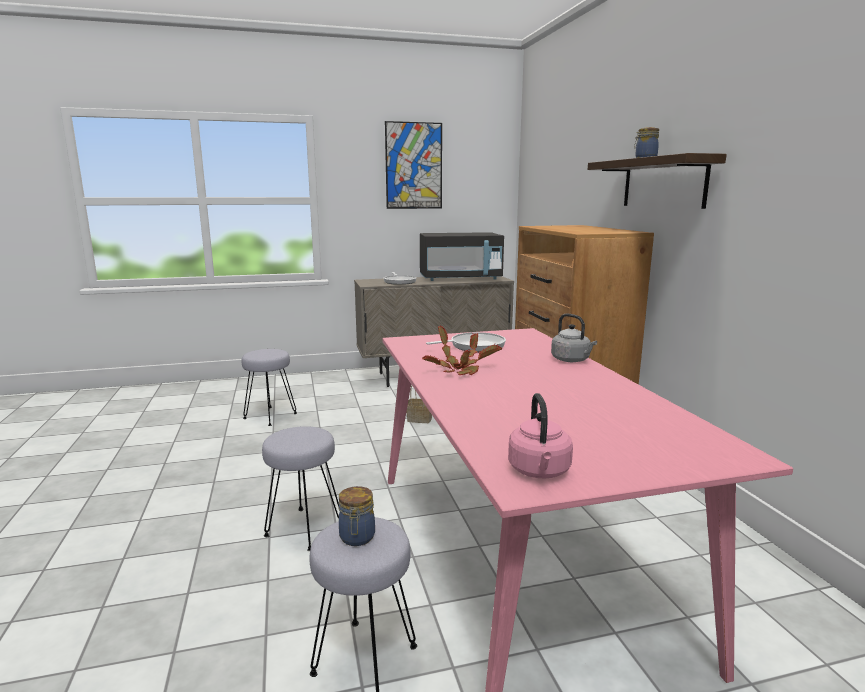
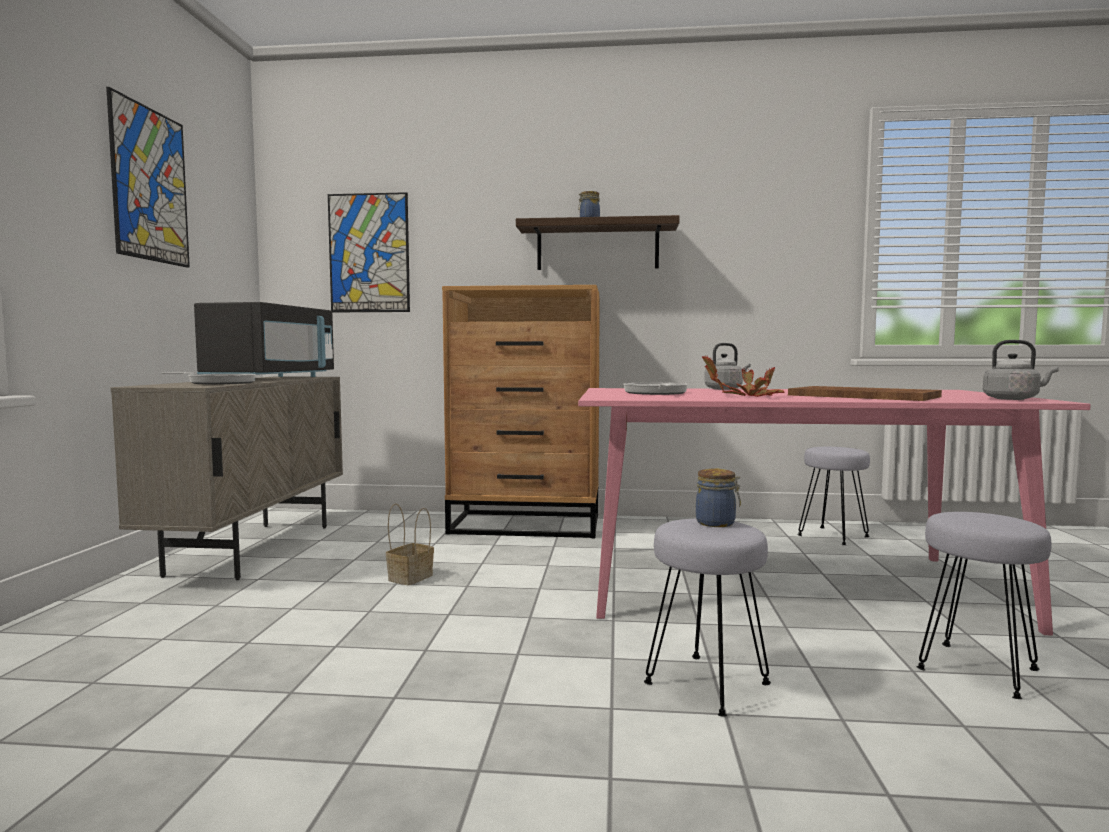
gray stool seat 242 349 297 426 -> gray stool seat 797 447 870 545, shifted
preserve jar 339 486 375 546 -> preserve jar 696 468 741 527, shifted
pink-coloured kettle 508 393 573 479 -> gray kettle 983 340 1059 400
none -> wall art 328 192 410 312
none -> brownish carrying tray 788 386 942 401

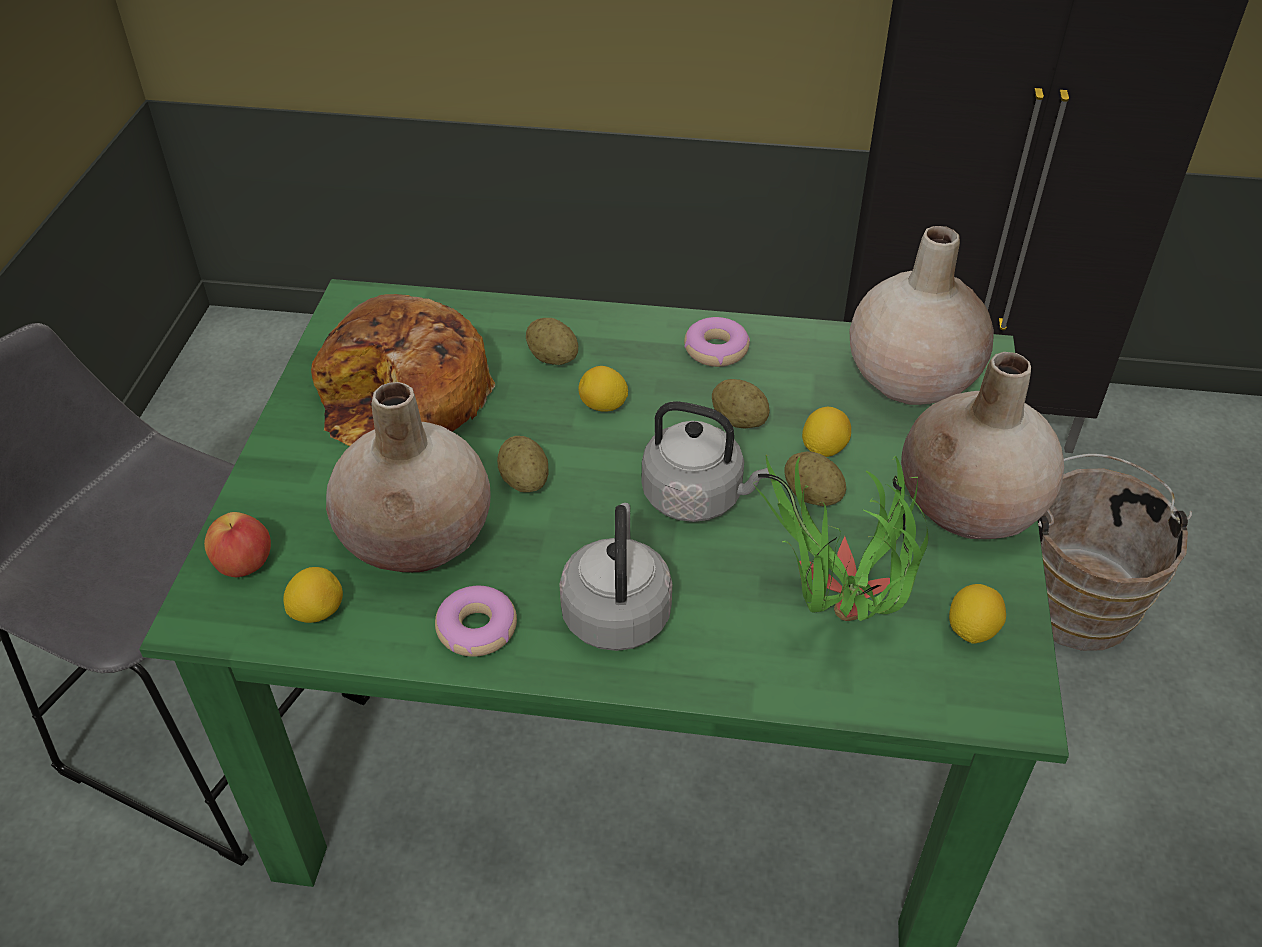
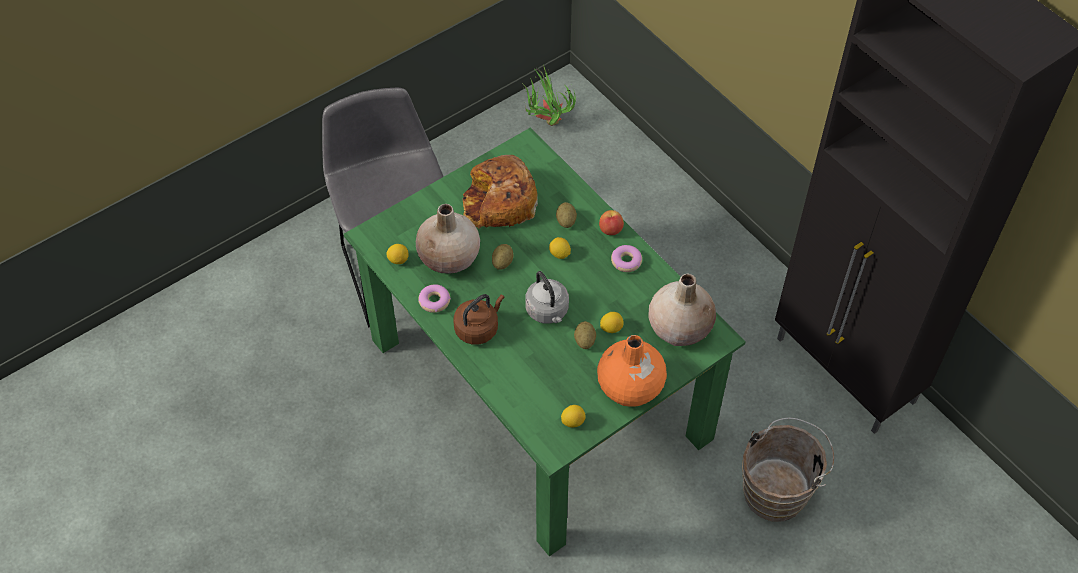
whole apple 204 512 271 577 -> whole apple 599 210 624 235, shifted
gray kettle 559 503 672 651 -> brownish kettle 454 294 504 345
spud 712 379 770 429 -> none
plant in a pot 753 455 928 621 -> plant in a pot 523 65 576 126, shifted
beige flower vase 901 352 1064 539 -> orange flower vase 597 335 667 407

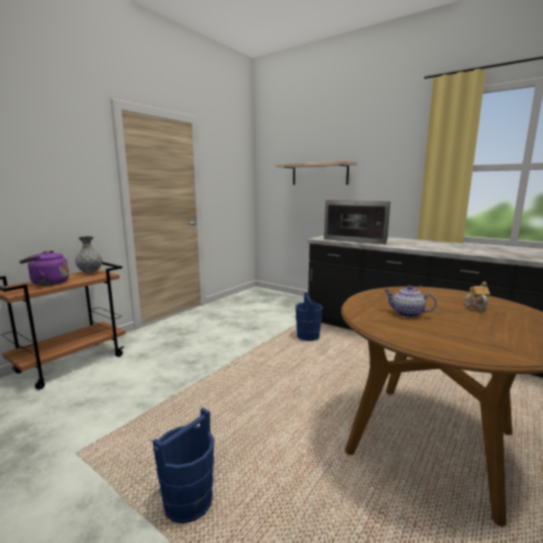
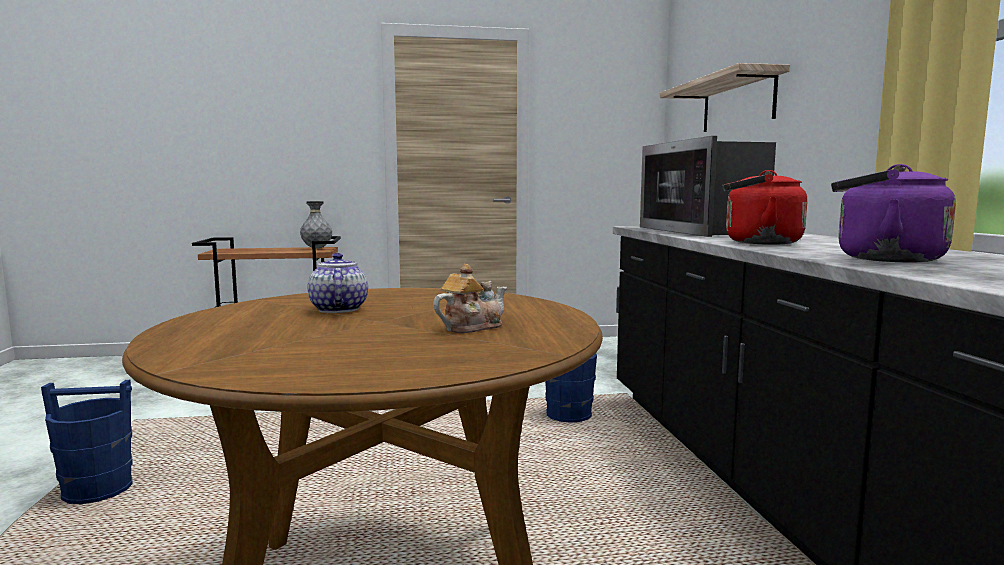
purple kettle 19 251 69 286 -> purple kettle 831 164 956 262, shifted
none -> reddish kettle 722 170 807 245

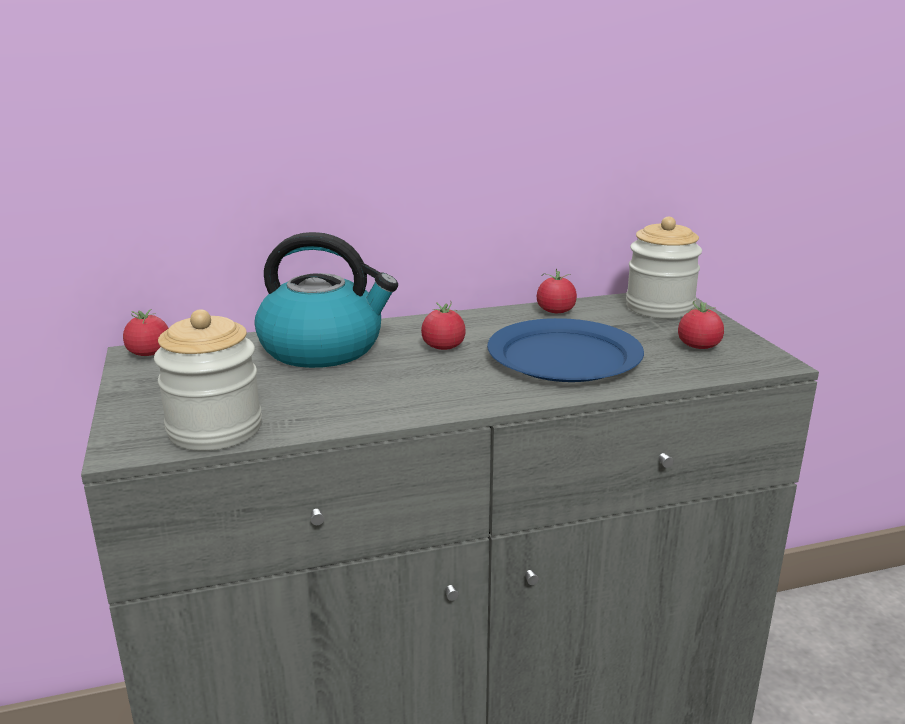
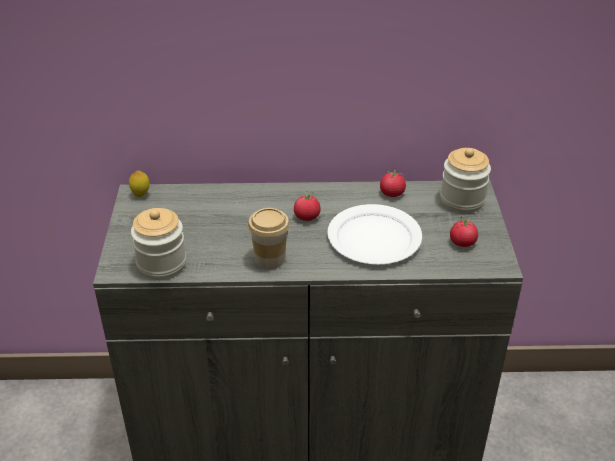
fresh tomato 123 309 169 356 -> lemon 129 170 150 197
kettle 255 232 398 368 -> none
bluish dinner plate 487 318 644 382 -> white-coloured dinner plate 327 204 422 264
none -> small cup 248 208 289 269

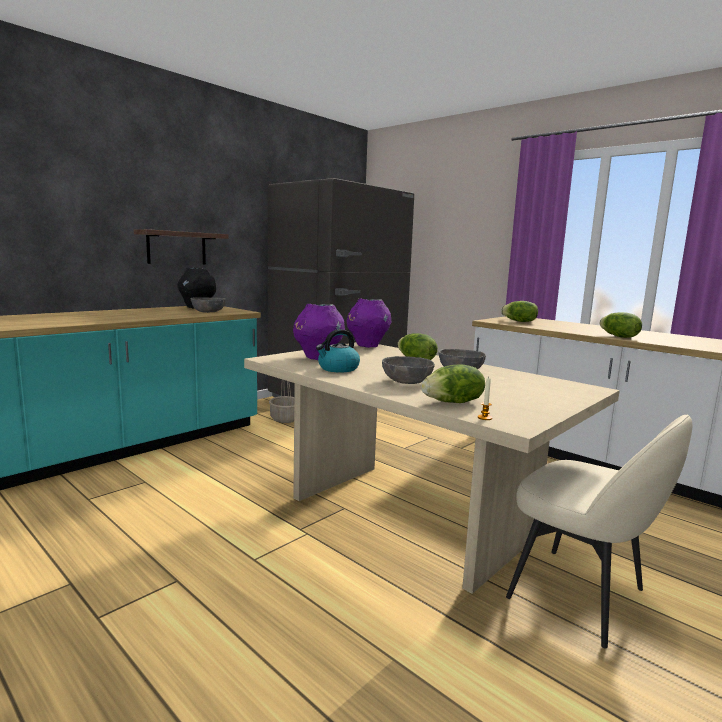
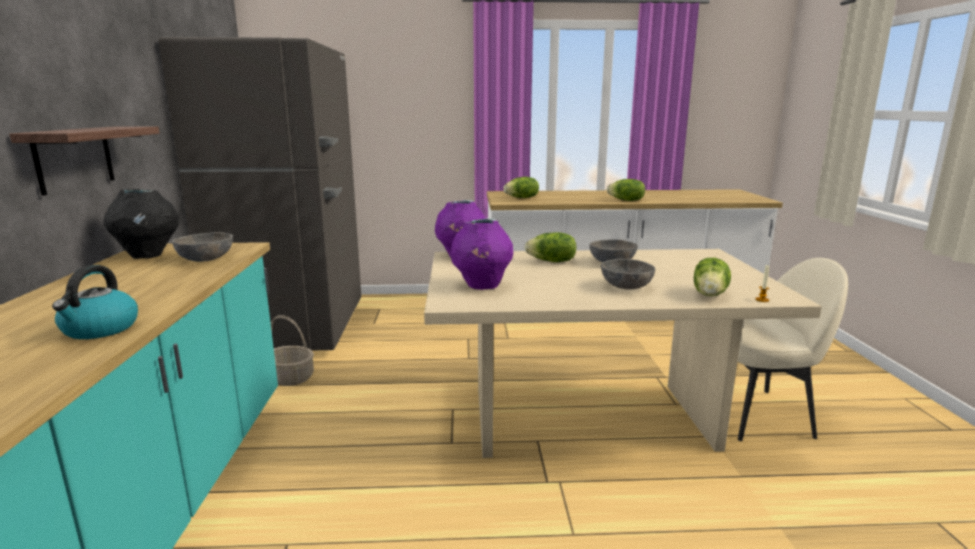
kettle 316 329 360 373 -> kettle 52 265 138 339, shifted

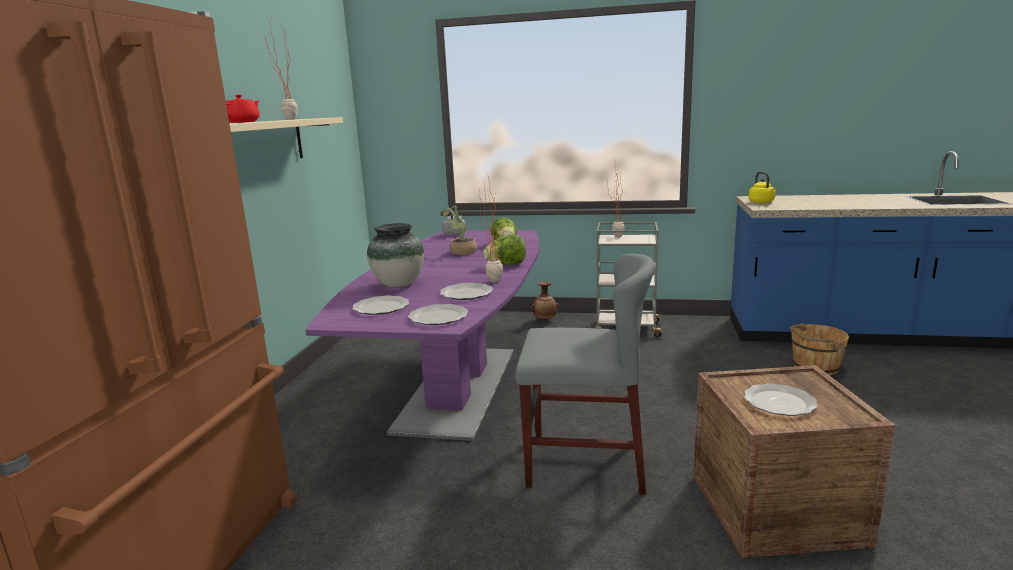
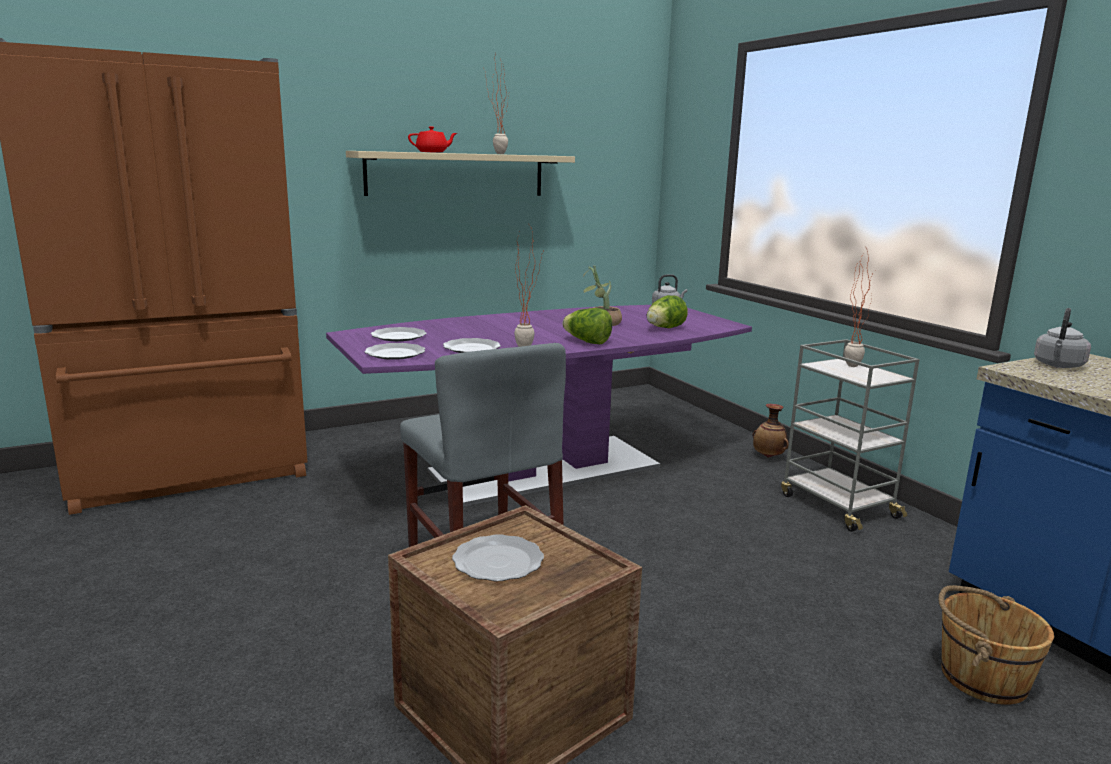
flower vase 367 223 424 287 -> none
yellow kettle 749 172 776 203 -> gray kettle 1034 308 1091 368

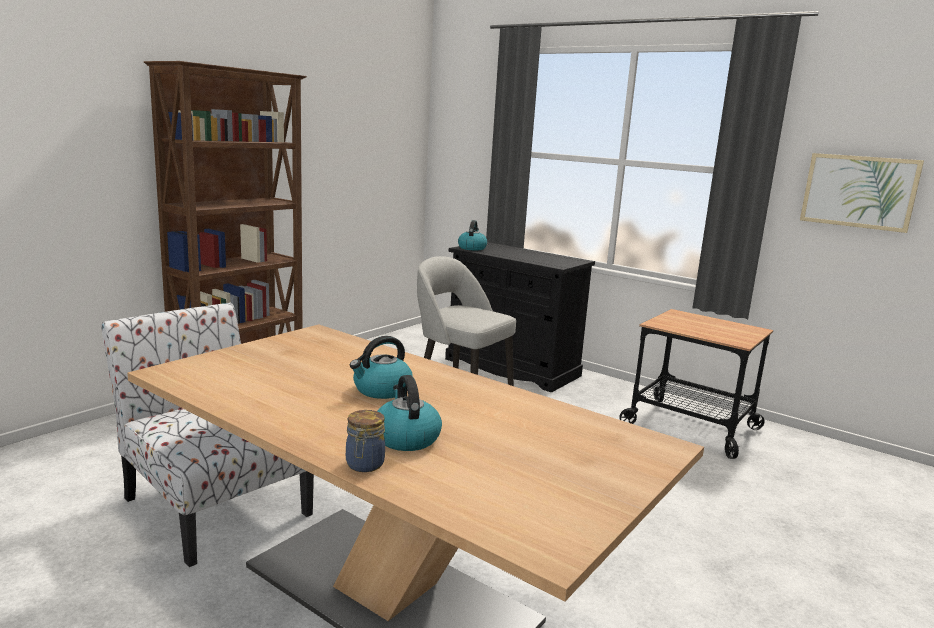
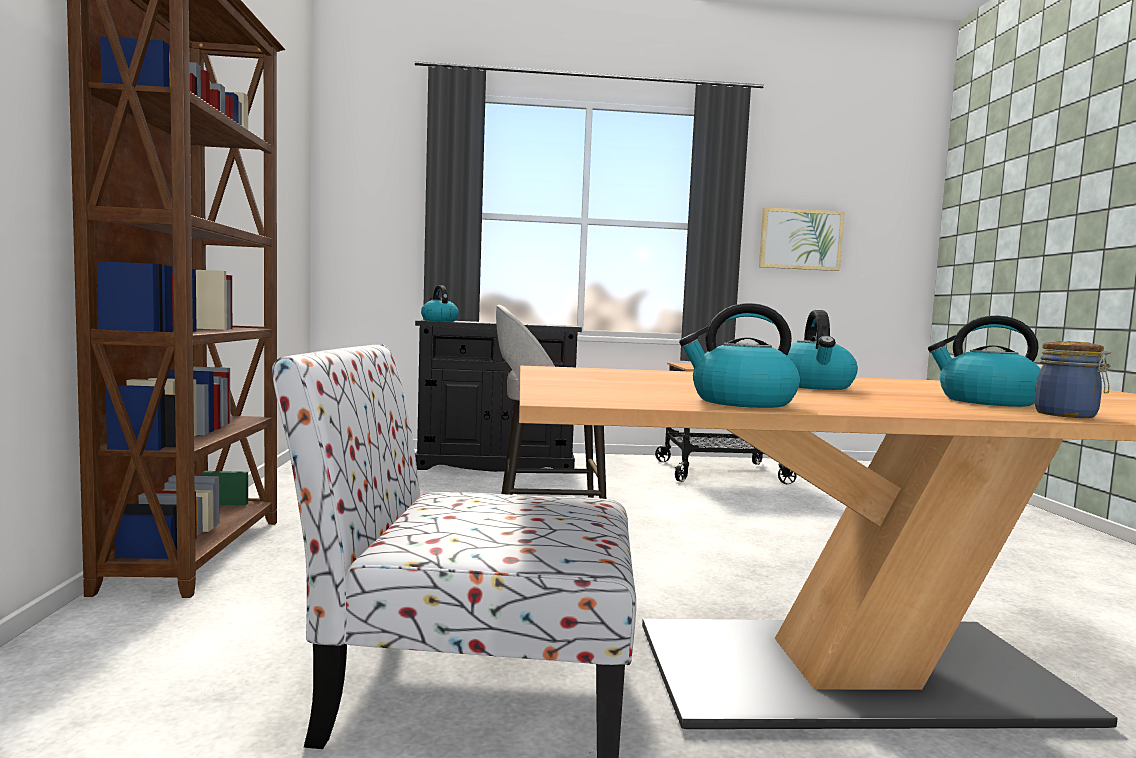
none -> kettle 679 303 800 408

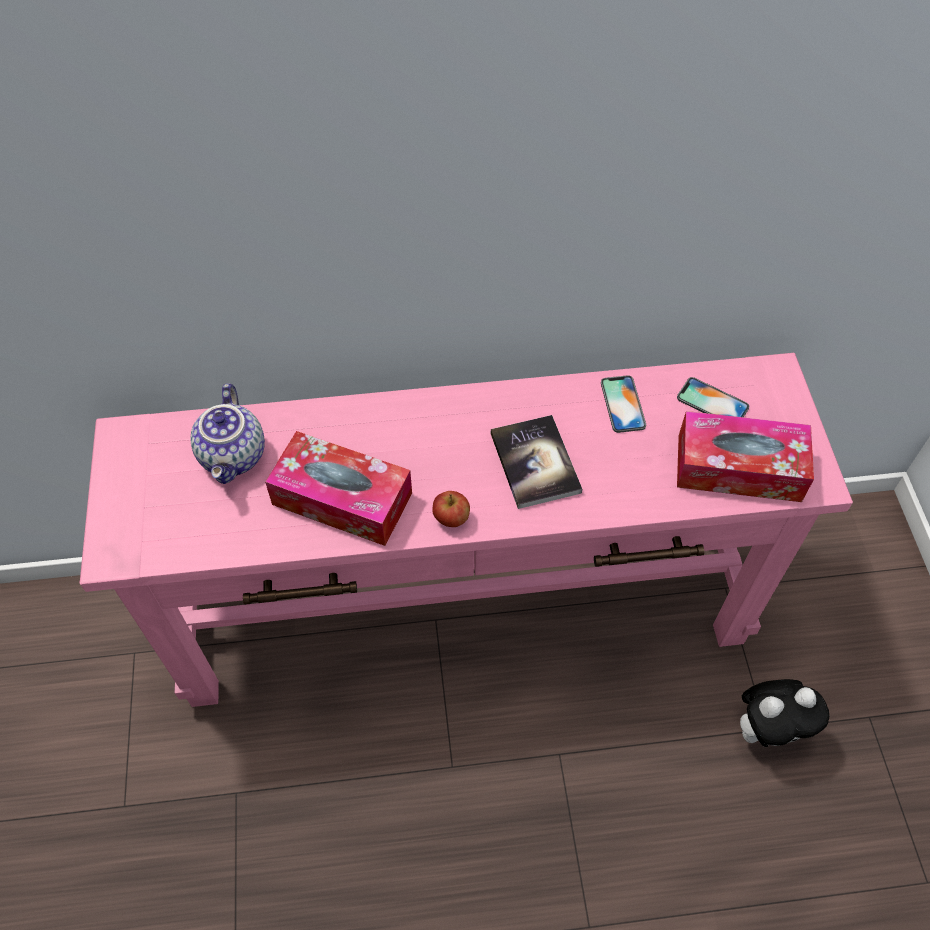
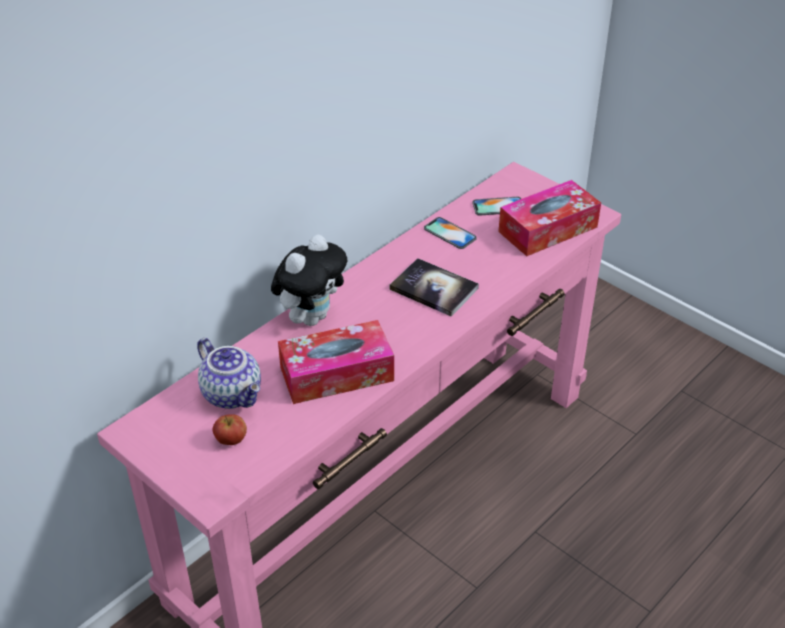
whole apple 432 491 470 527 -> whole apple 213 414 247 445, shifted
plush toy 740 679 829 747 -> plush toy 271 234 347 326, shifted

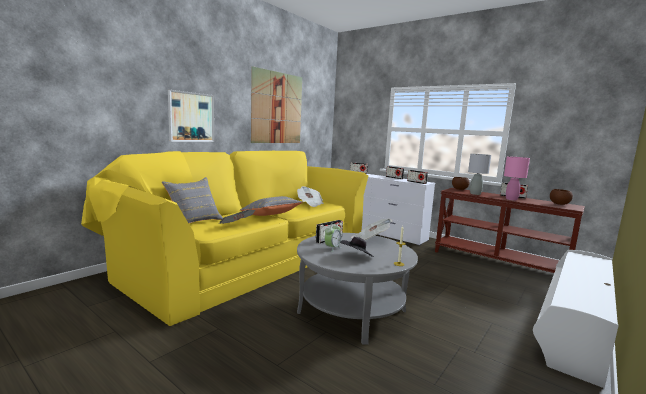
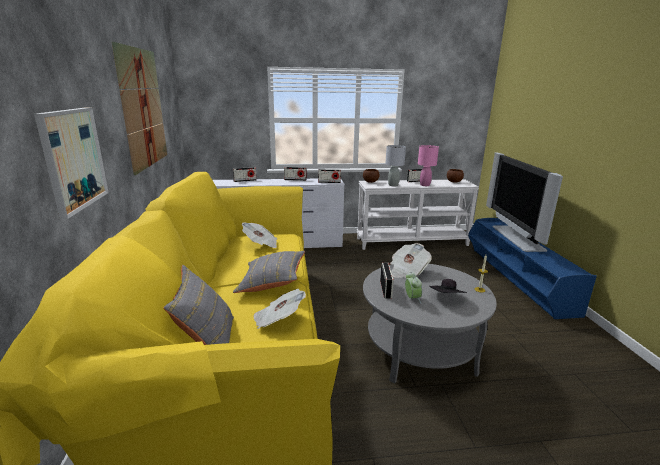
brownish hall table 435 188 585 273 -> white-coloured hall table 357 179 479 250
white-coloured tv unit 533 250 619 388 -> bluish tv unit 468 218 597 319
none -> TV 486 152 563 252

